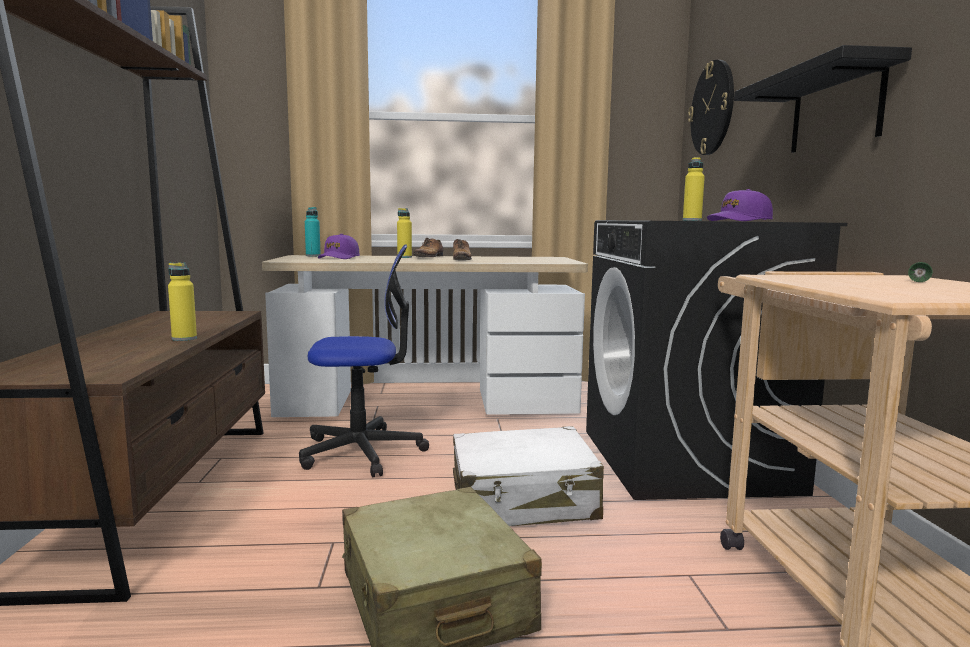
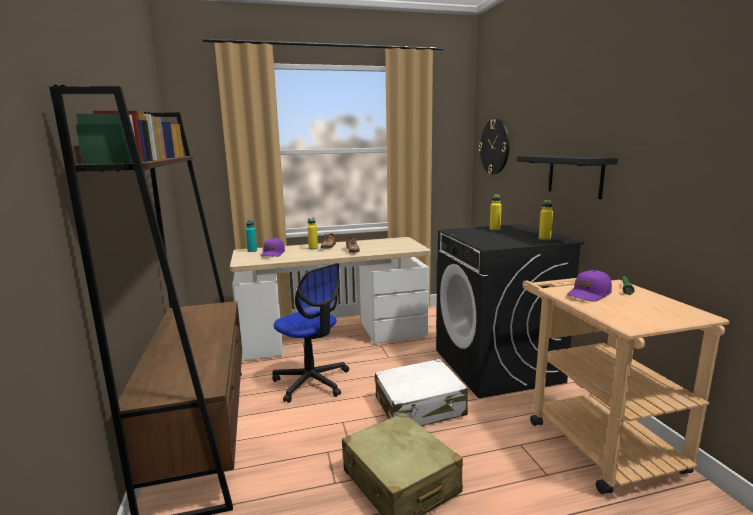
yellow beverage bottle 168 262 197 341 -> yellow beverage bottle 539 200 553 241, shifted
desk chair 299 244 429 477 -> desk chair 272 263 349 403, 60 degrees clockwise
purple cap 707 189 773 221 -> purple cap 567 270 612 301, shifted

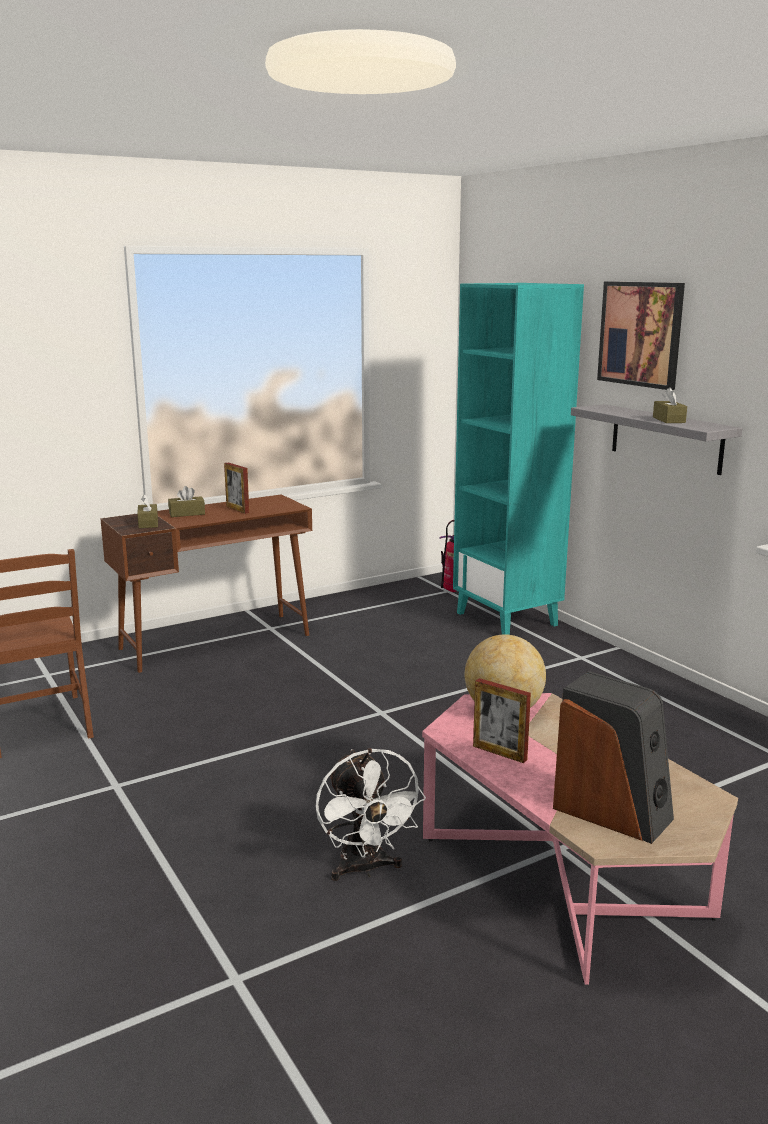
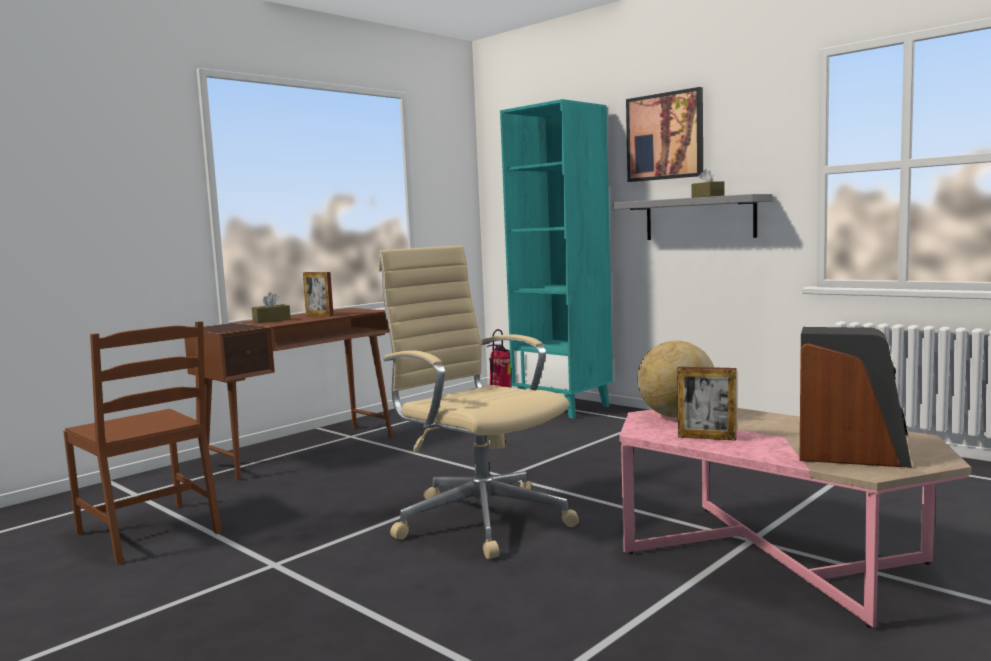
brownish box of tissues 137 494 158 528 -> none
white-coloured electric fan 316 748 426 881 -> none
none -> beige desk chair 379 245 579 559

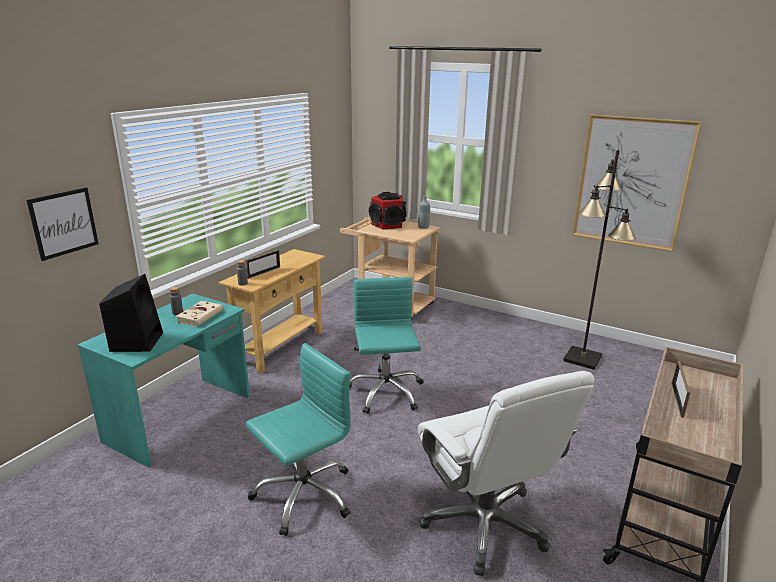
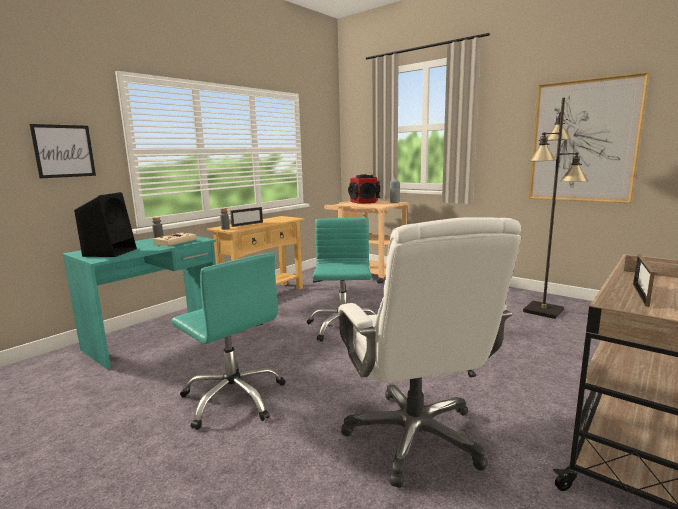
blue-green desk chair 246 343 351 536 -> blue-green desk chair 171 253 285 430, 75 degrees clockwise

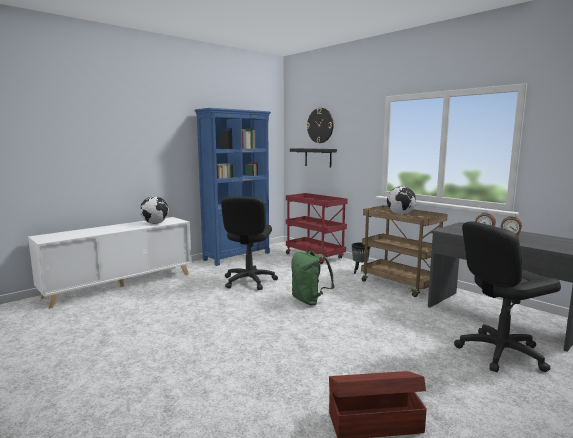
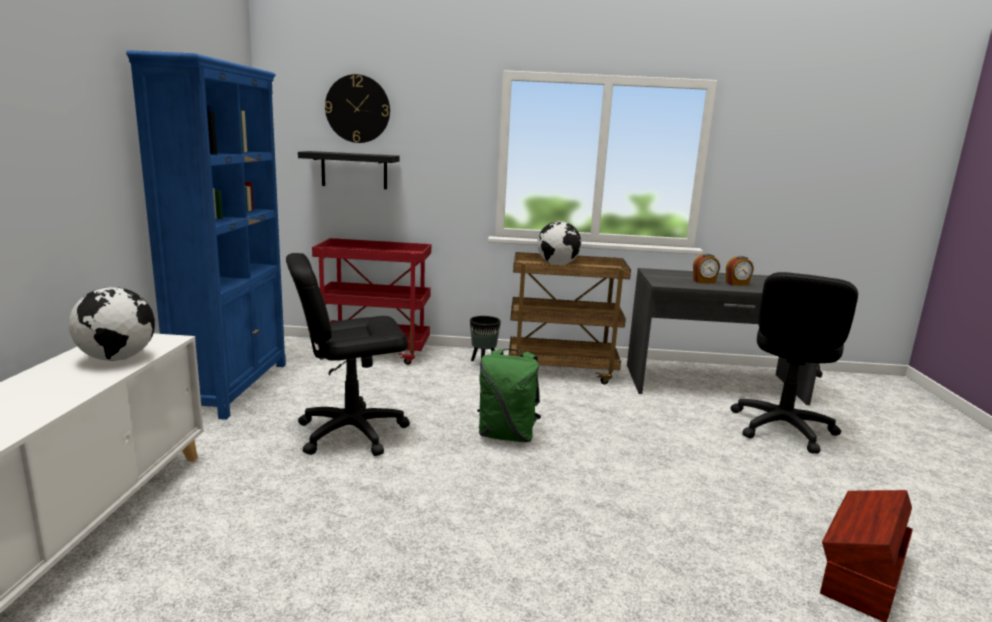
black-coloured desk chair 221 196 278 290 -> black-coloured desk chair 286 253 410 456, 105 degrees clockwise

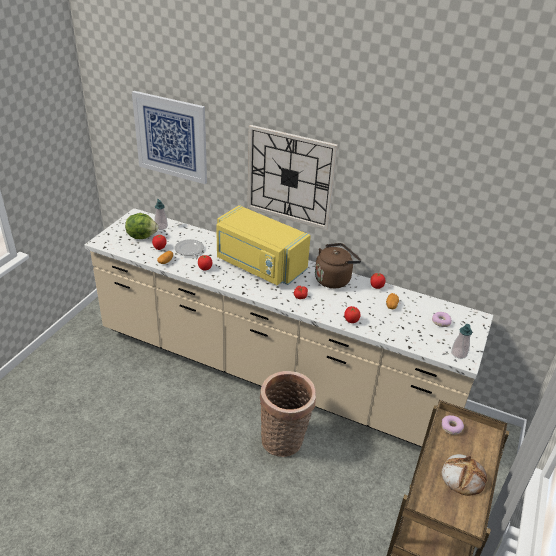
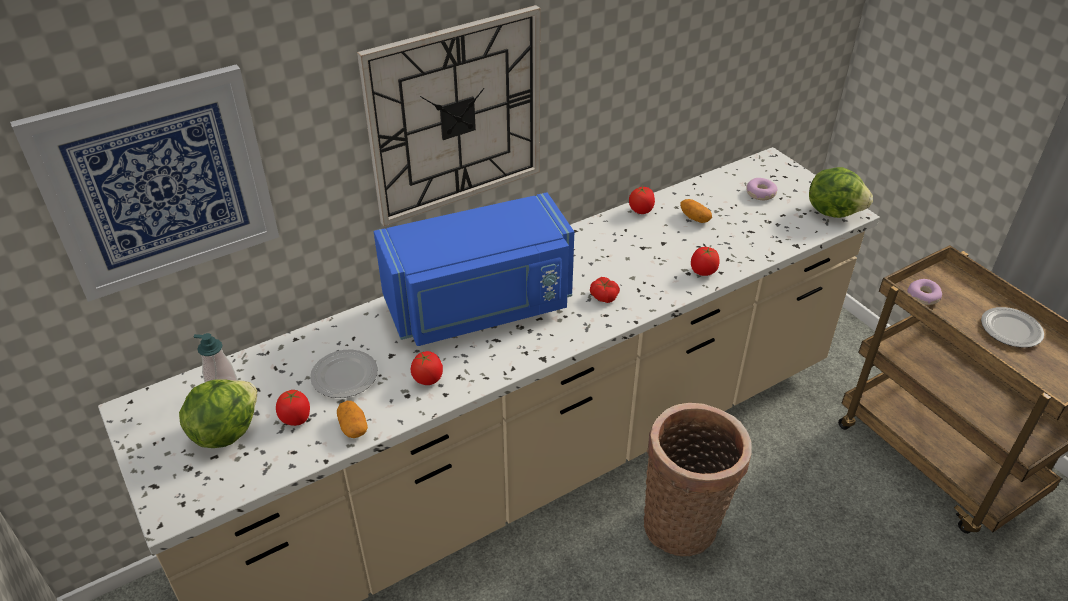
yellow microwave oven 216 205 311 285 -> bluish microwave oven 374 192 574 346
brownish kettle 315 243 361 288 -> none
baked bread 441 454 487 496 -> dinner plate 981 307 1044 348
soap bottle 451 324 472 359 -> lettuce 809 167 873 218

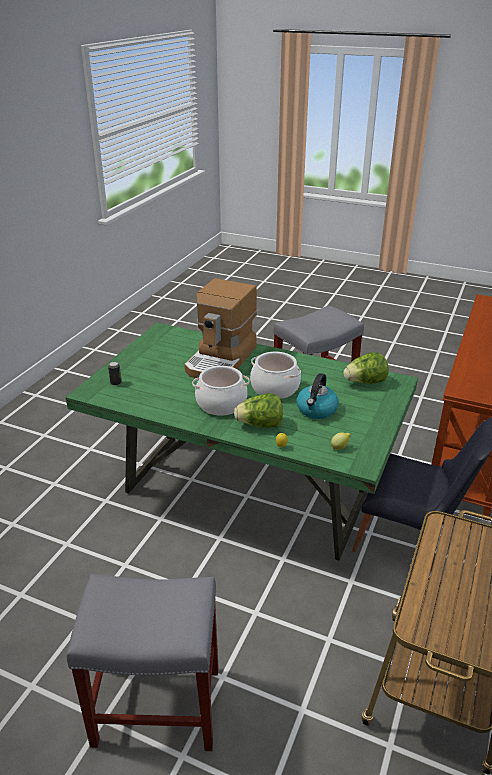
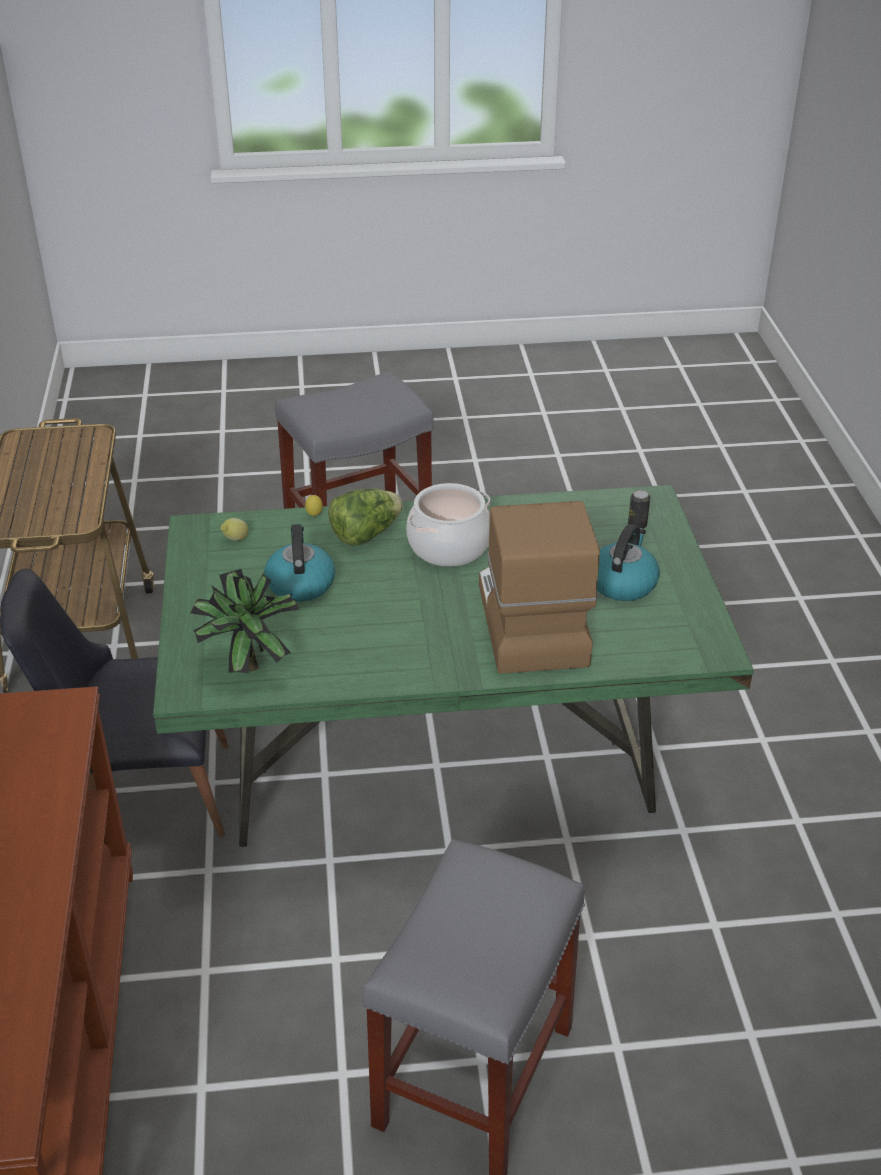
saucepot 250 352 301 399 -> none
lettuce 344 352 389 384 -> plant in a pot 190 569 299 674
none -> kettle 597 524 660 601

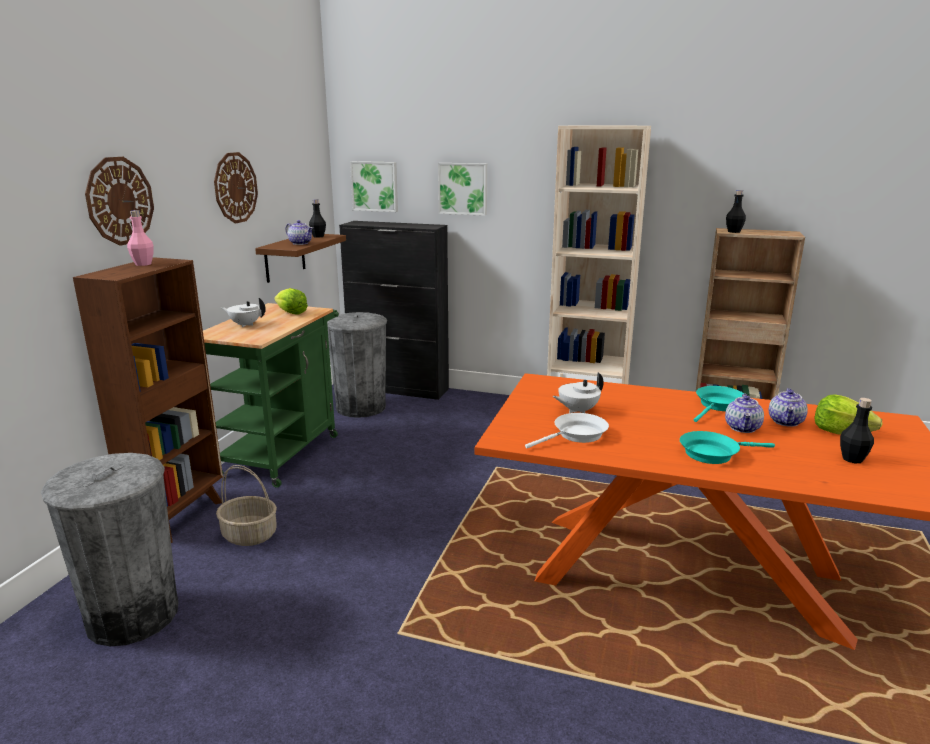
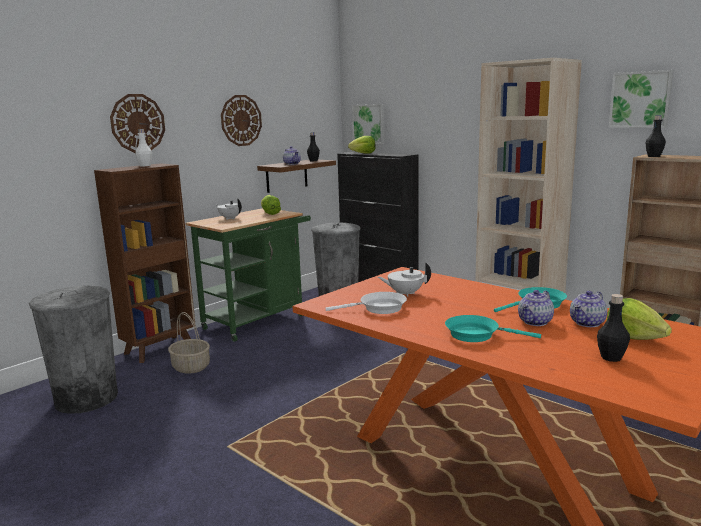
pink-coloured beverage bottle 127 210 154 266 -> white-coloured beverage bottle 135 129 152 166
wall art 438 163 487 216 -> wall art 609 70 674 128, shifted
none -> lettuce 348 136 376 154

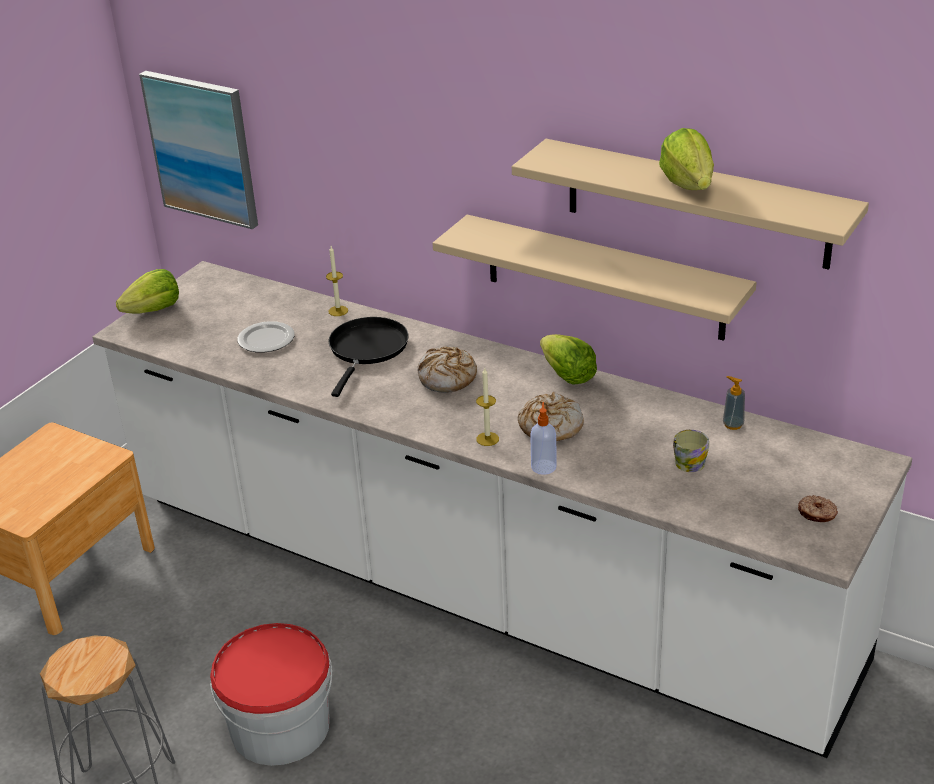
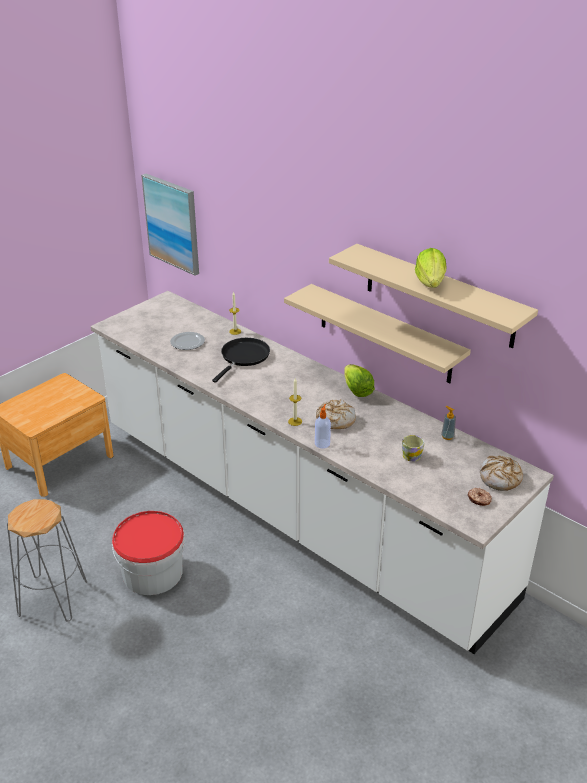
lettuce 116 269 179 313 -> none
baked bread 417 347 477 393 -> baked bread 480 456 523 491, shifted

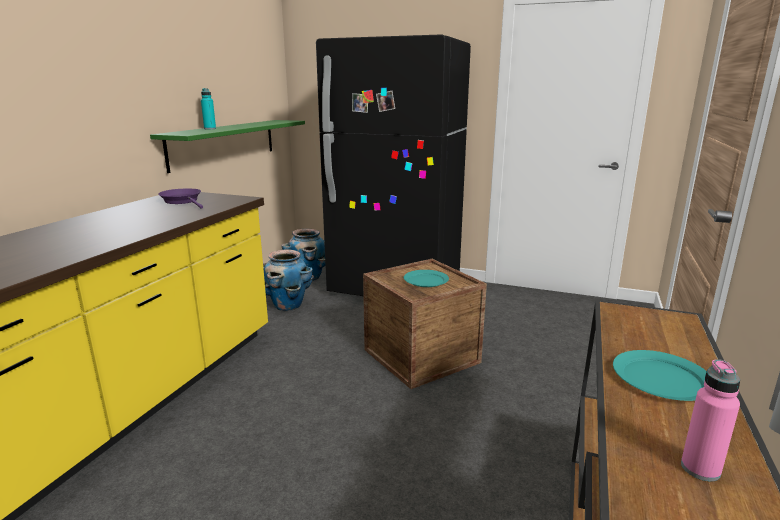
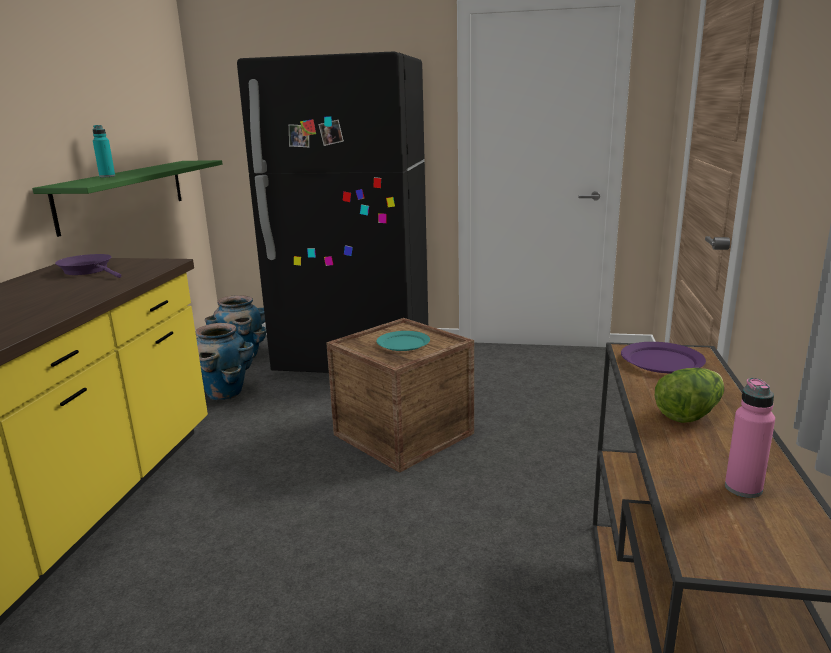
blue-green dinner plate 613 350 707 401 -> lettuce 655 368 724 423
none -> purple dinner plate 621 342 706 373

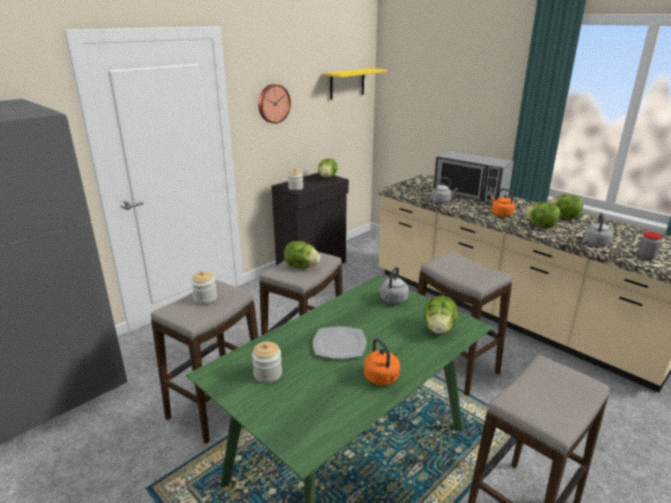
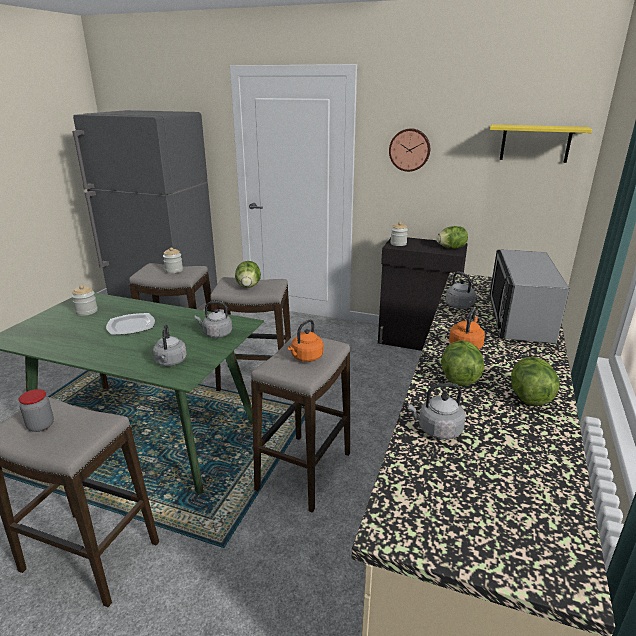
orange kettle 364 338 400 385 -> orange kettle 288 319 323 362, shifted
lettuce 424 296 458 334 -> gray kettle 153 324 187 366
preserve jar 638 232 662 260 -> preserve jar 19 389 54 432, shifted

